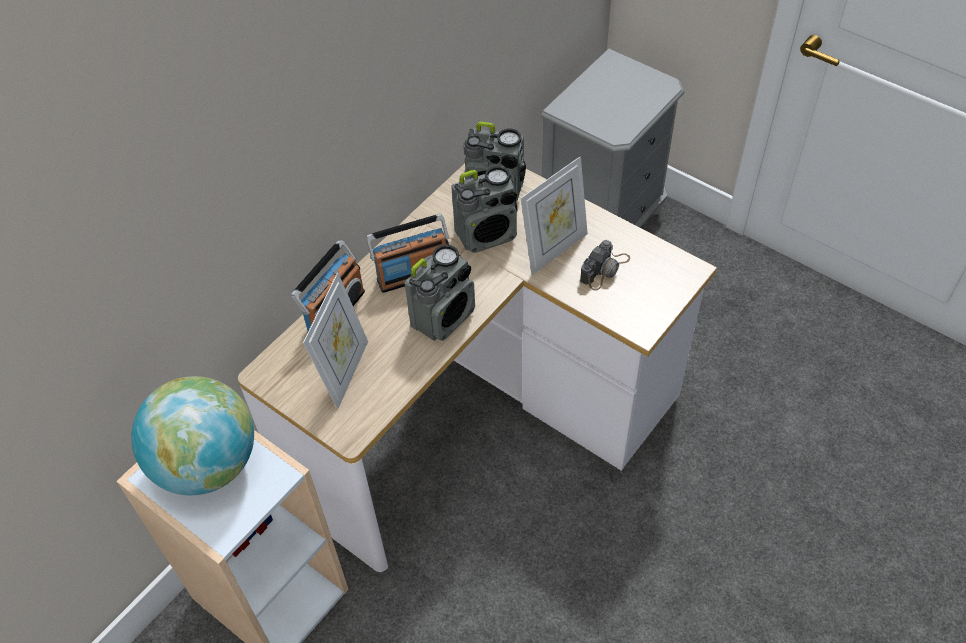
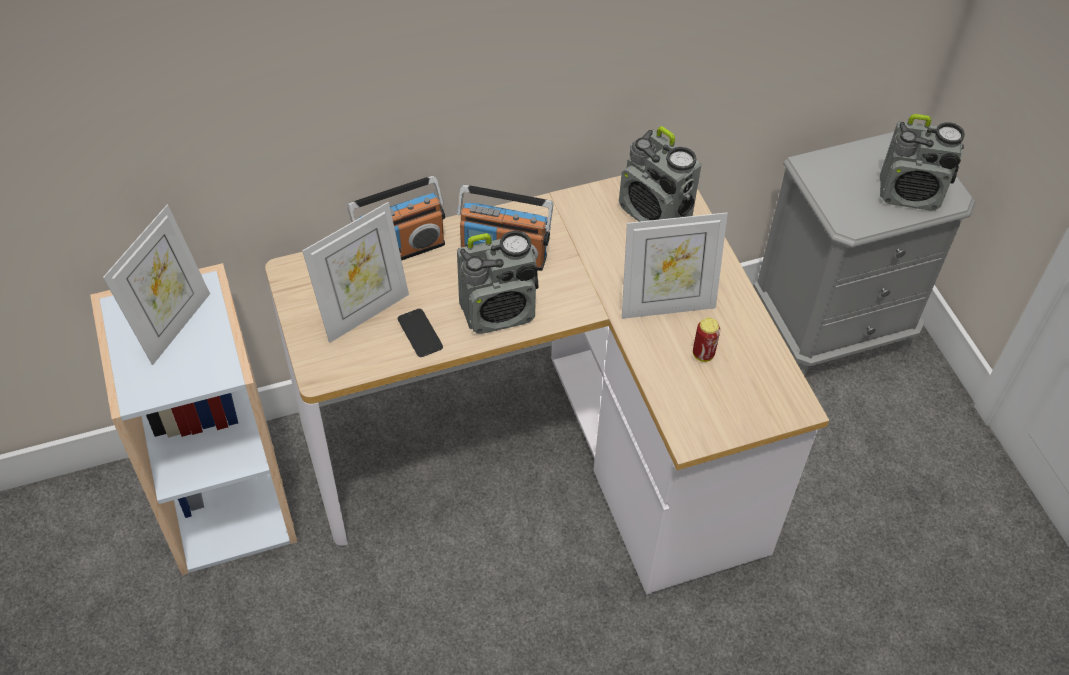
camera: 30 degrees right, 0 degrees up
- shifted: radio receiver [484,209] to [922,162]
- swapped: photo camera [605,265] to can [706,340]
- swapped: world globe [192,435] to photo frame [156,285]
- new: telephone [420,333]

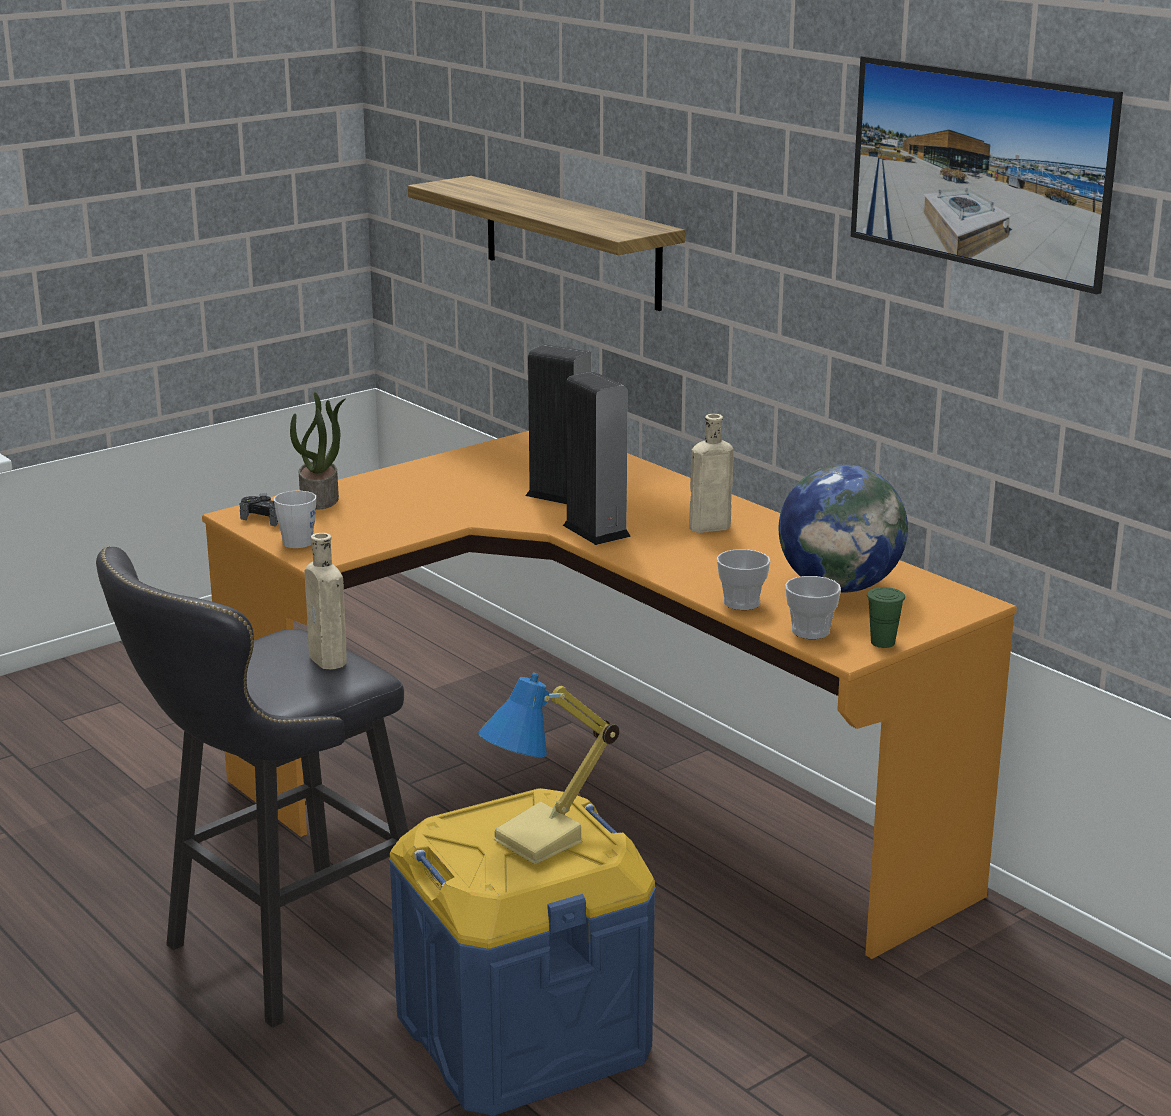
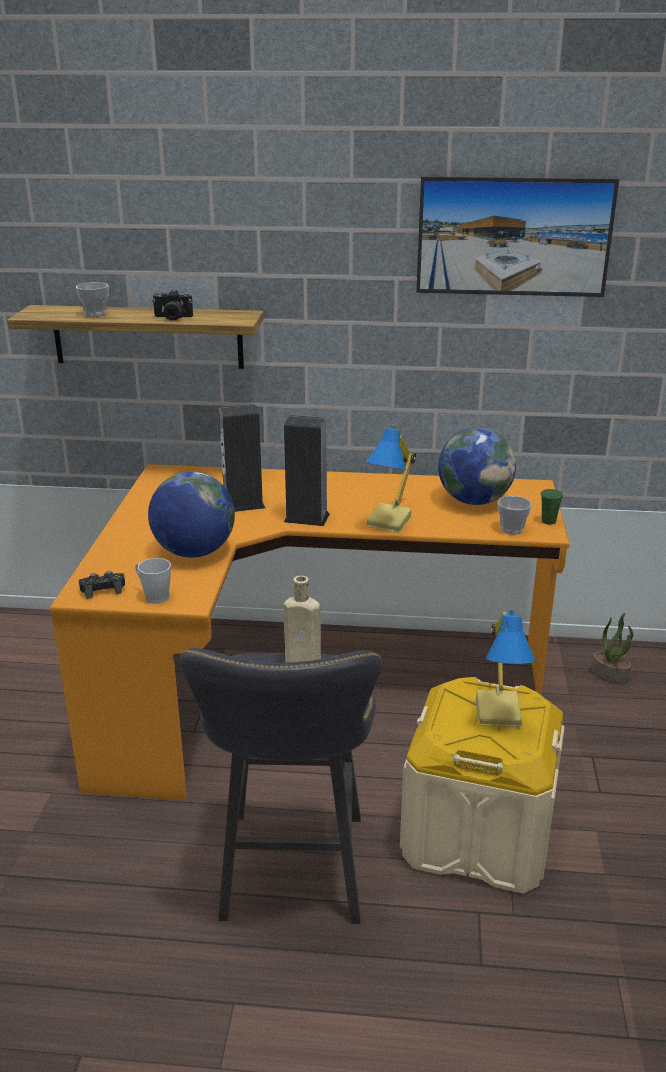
camera: 45 degrees left, 5 degrees up
- shifted: houseplant [318,450] to [612,648]
- gone: beige-coloured drink bottle [711,473]
- shifted: cup [743,579] to [92,299]
- repainted: bluish storage container [522,952] to beige-coloured storage container [482,785]
- new: photo camera [172,305]
- new: lamp for a table [391,478]
- new: world globe [191,515]

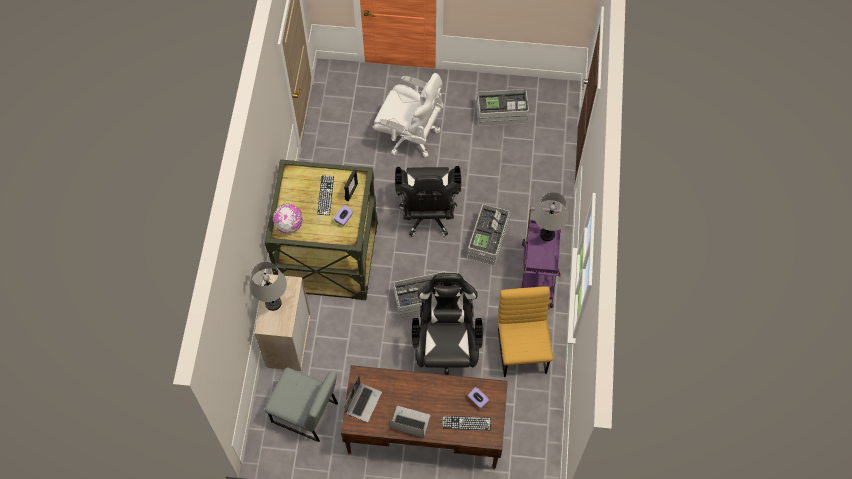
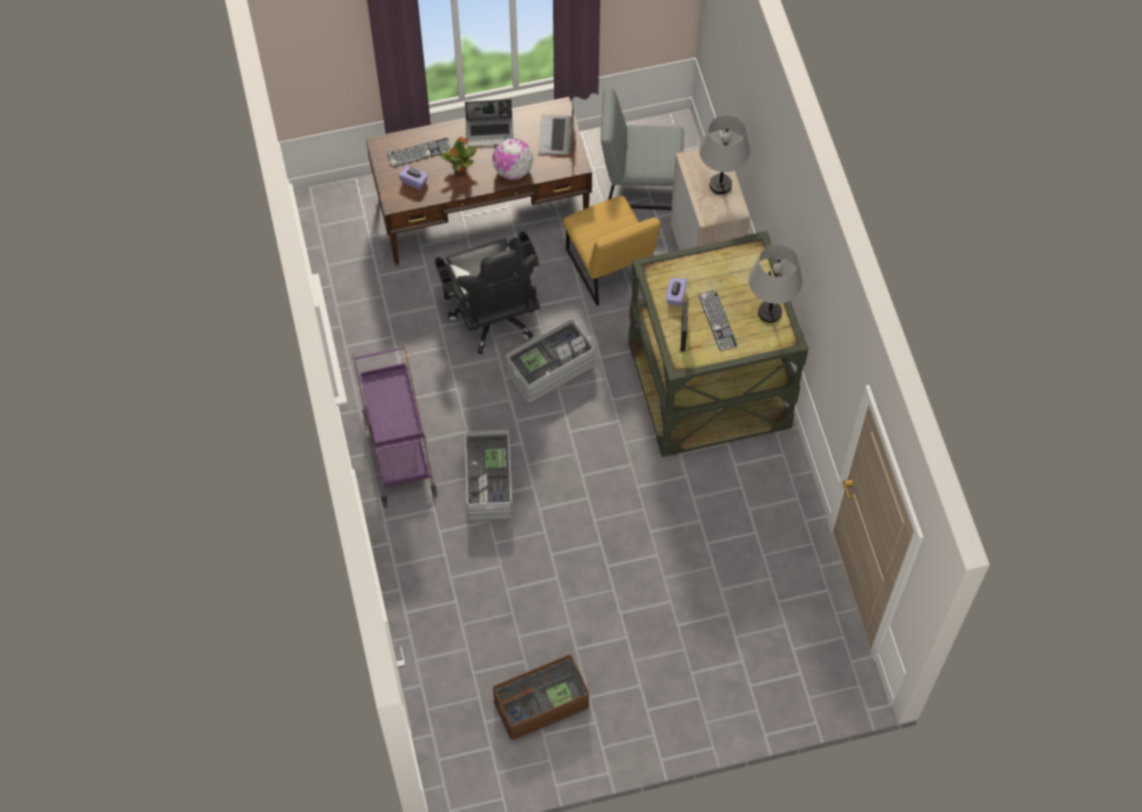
camera: 160 degrees right, 0 degrees up
- gone: white-coloured desk chair [408,115]
- repainted: greyish storage container [502,108] to brown storage container [541,697]
- gone: black desk chair [428,201]
- shifted: greyish lamp for a table [551,216] to [775,283]
- shifted: world globe [288,218] to [512,159]
- shifted: yellow-coloured plain chair [525,332] to [612,250]
- new: houseplant [458,154]

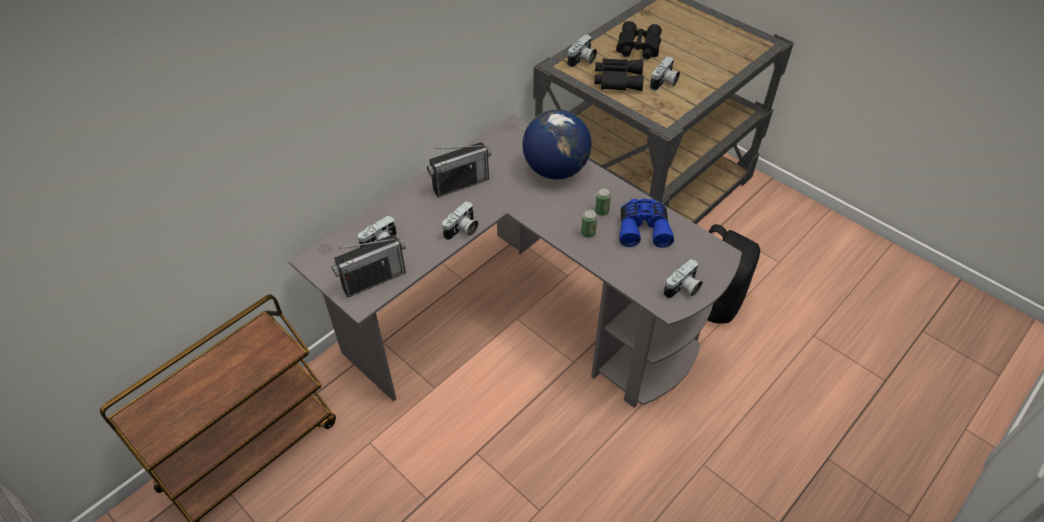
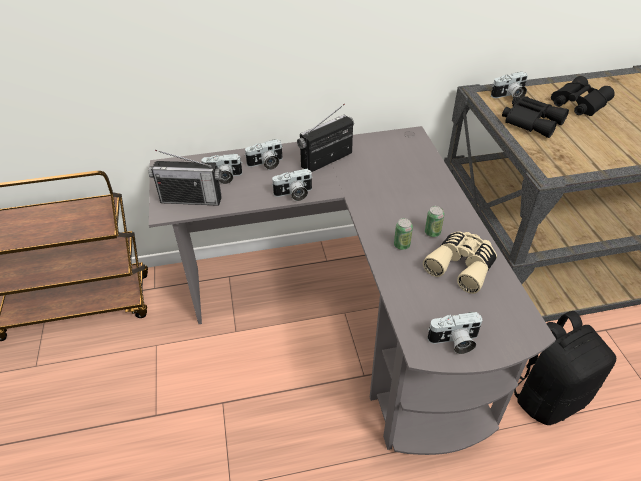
camera: 35 degrees right, 5 degrees down
- shifted: photo camera [665,73] to [263,154]
- gone: world globe [557,144]
- rotated: radio receiver [459,169] = [325,138] 135 degrees clockwise
- repainted: bluish field glasses [646,223] to beige-coloured field glasses [460,262]

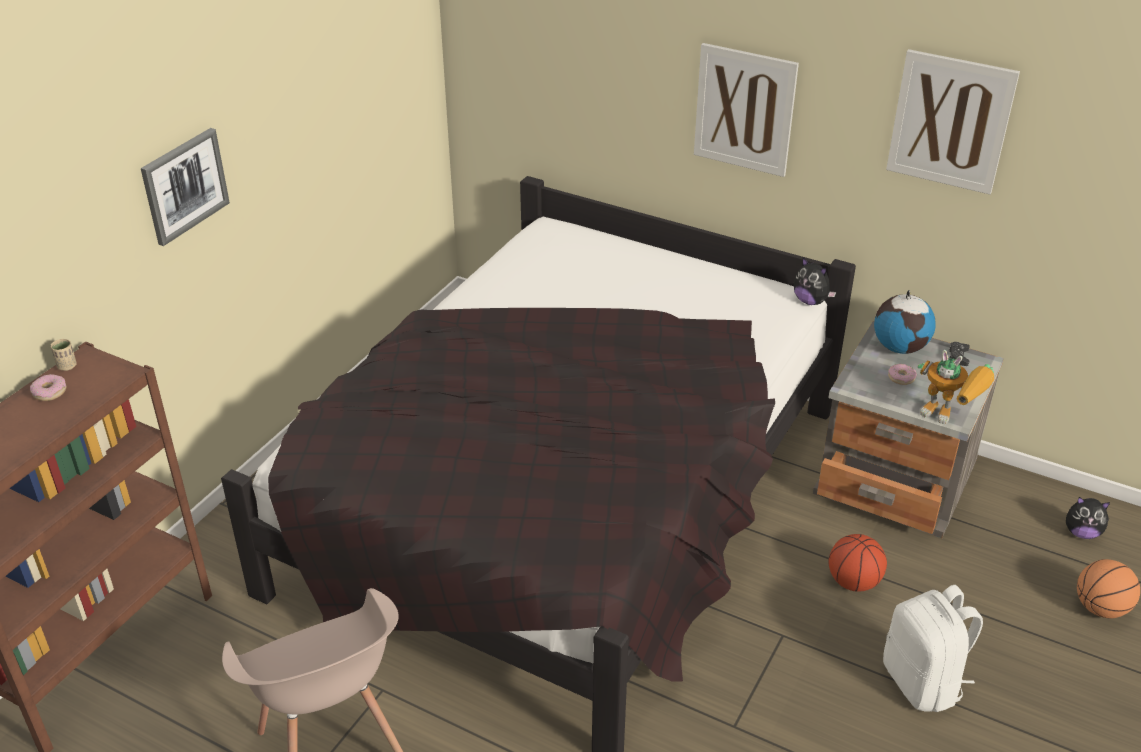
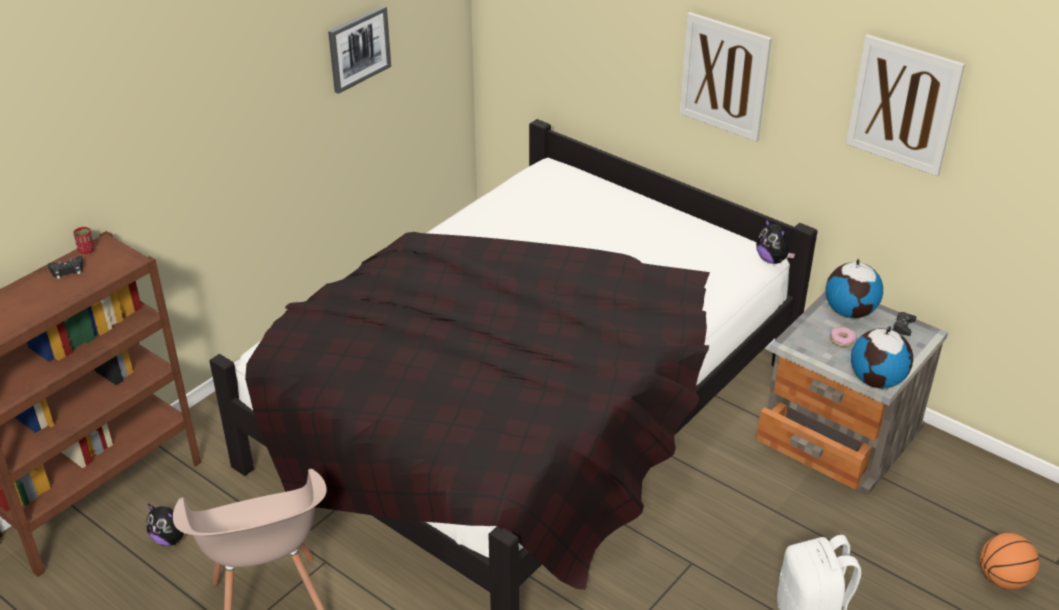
camera: 10 degrees right, 0 degrees up
- shifted: wall picture [185,187] to [359,50]
- repainted: beige-coloured cup [64,355] to reddish cup [84,240]
- swapped: toy robot [956,387] to world globe [882,357]
- swapped: ring doughnut [48,387] to black joypad [65,267]
- shifted: soft toy [1088,518] to [166,525]
- gone: basketball ball [857,563]

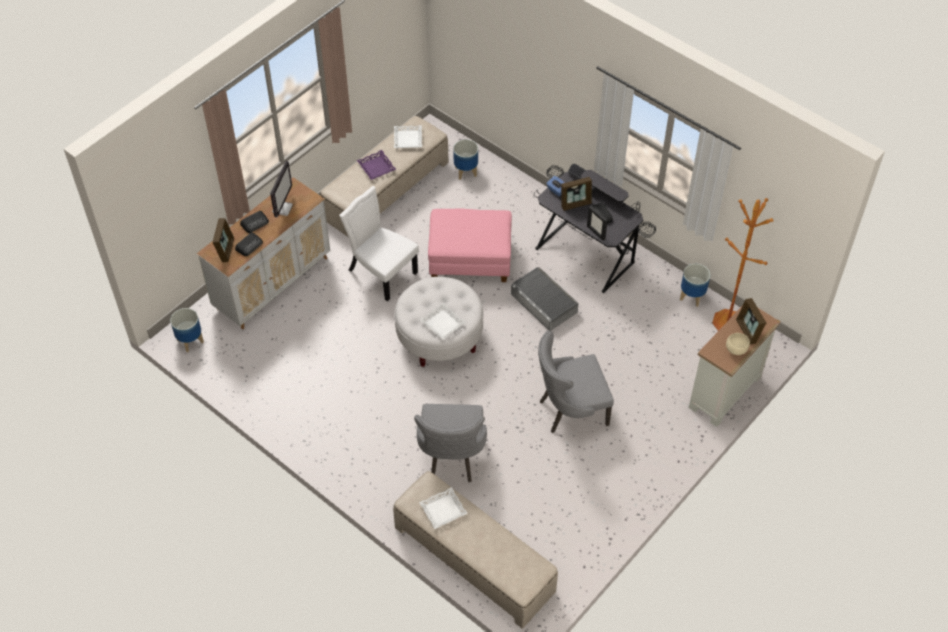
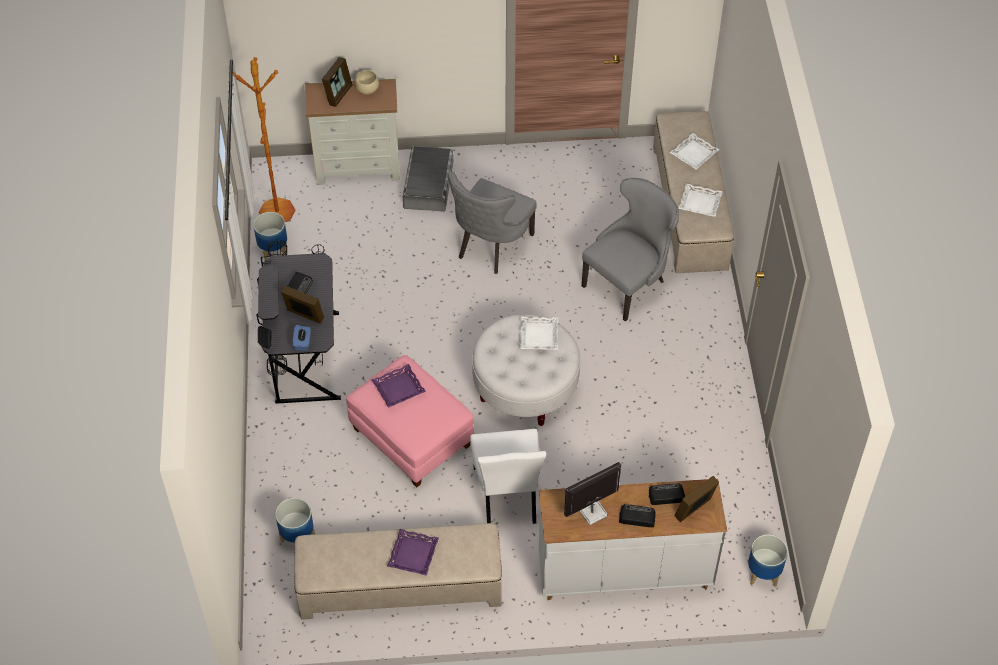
camera: 135 degrees left, 0 degrees up
- shifted: white-coloured carrying tray [408,136] to [694,151]
- gone: photo frame [597,223]
- shifted: greyish storage container [544,299] to [428,179]
- rotated: greyish plain chair [576,381] = [492,222] 90 degrees clockwise
- new: purplish carrying tray [399,386]

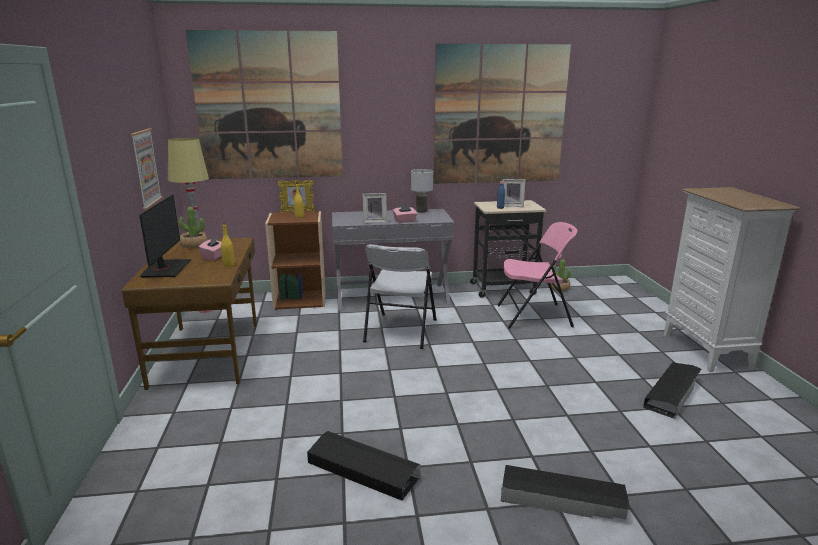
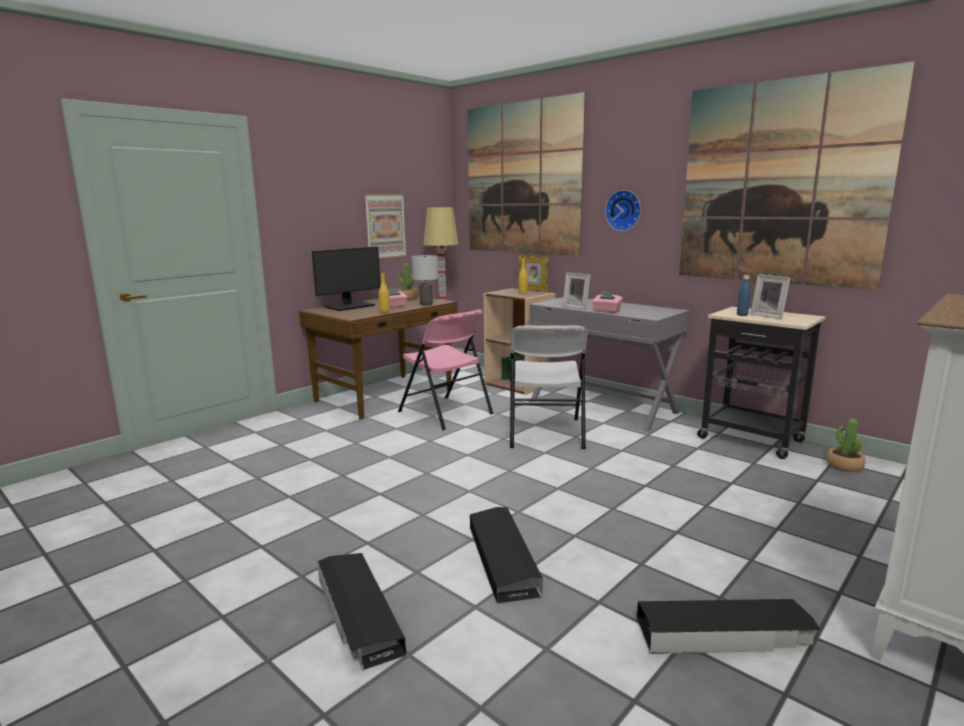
camera: 50 degrees right, 5 degrees down
- shifted: white-coloured lamp for a table [422,191] to [425,280]
- shifted: pinkish plain chair [537,275] to [445,369]
- rotated: white-coloured plain chair [400,296] = [548,387] 60 degrees counterclockwise
- shifted: black storage container [363,466] to [506,555]
- new: clock on the wall [623,210]

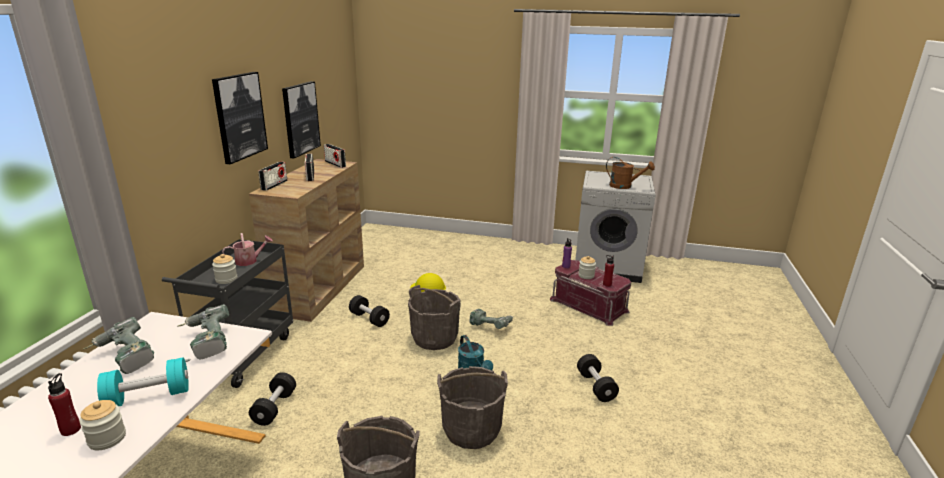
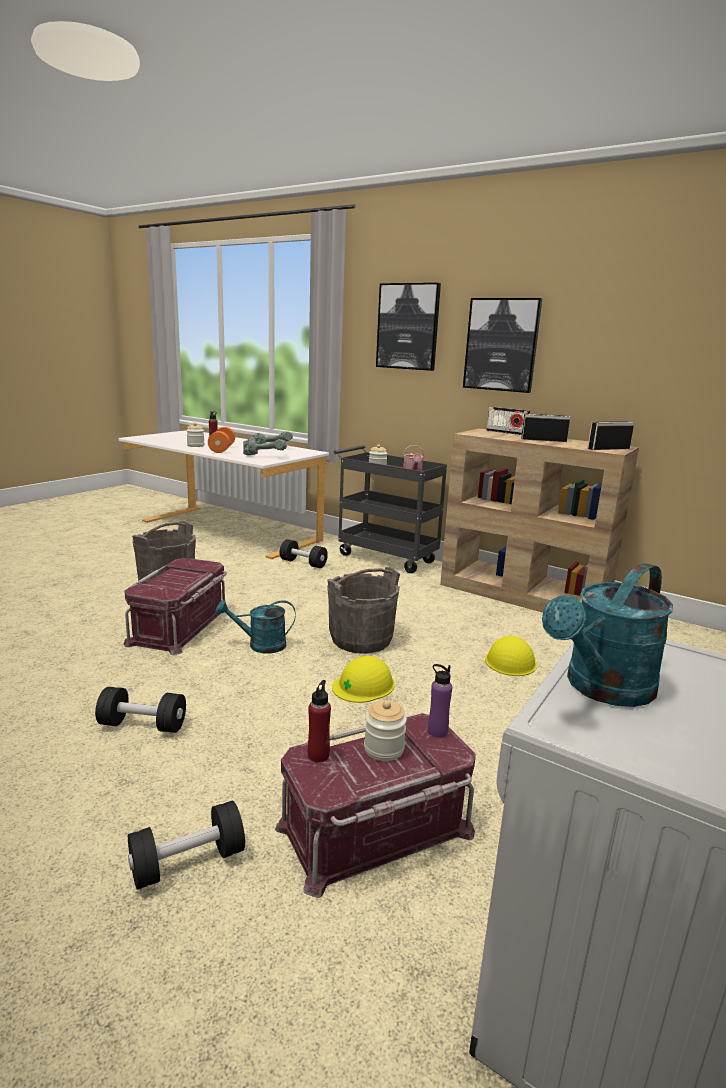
camera: 110 degrees right, 5 degrees down
- shifted: wall picture [301,119] to [408,327]
- repainted: brown sprinkling can [630,173] to blue-green sprinkling can [607,635]
- shifted: black hand weight [369,311] to [186,845]
- swapped: power drill [491,319] to yellow-coloured hard hat [363,679]
- repainted: blue-green hand weight [143,381] to orange-coloured hand weight [221,440]
- swapped: greyish pail [472,407] to reddish storage container [176,606]

